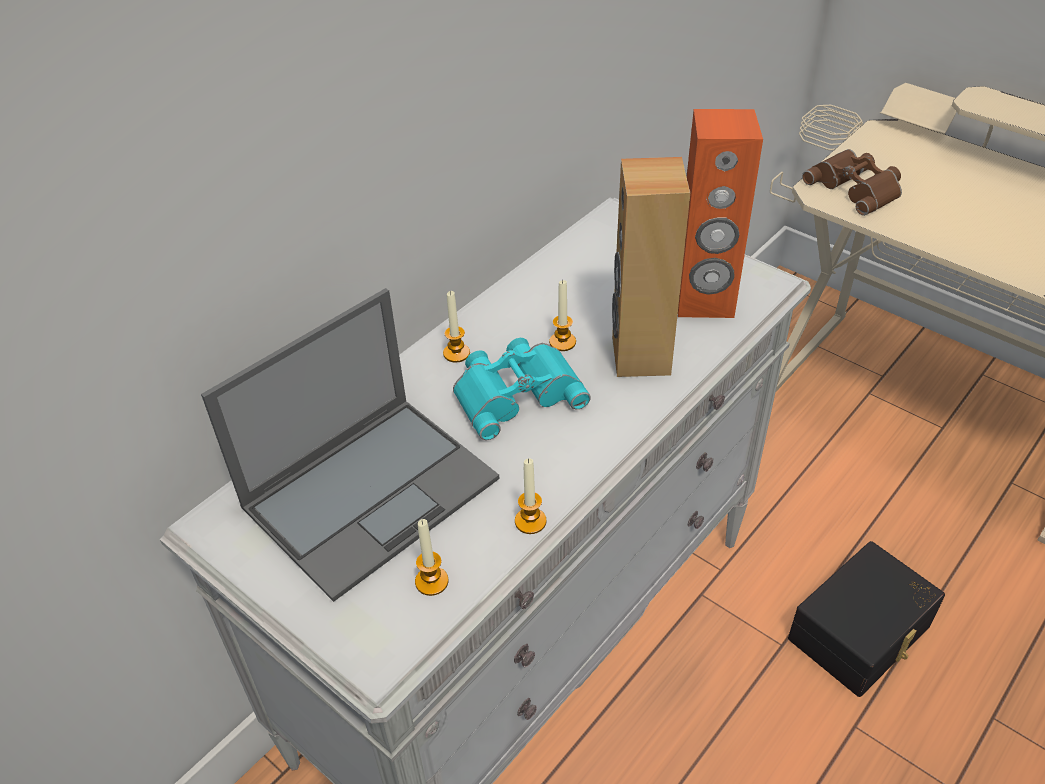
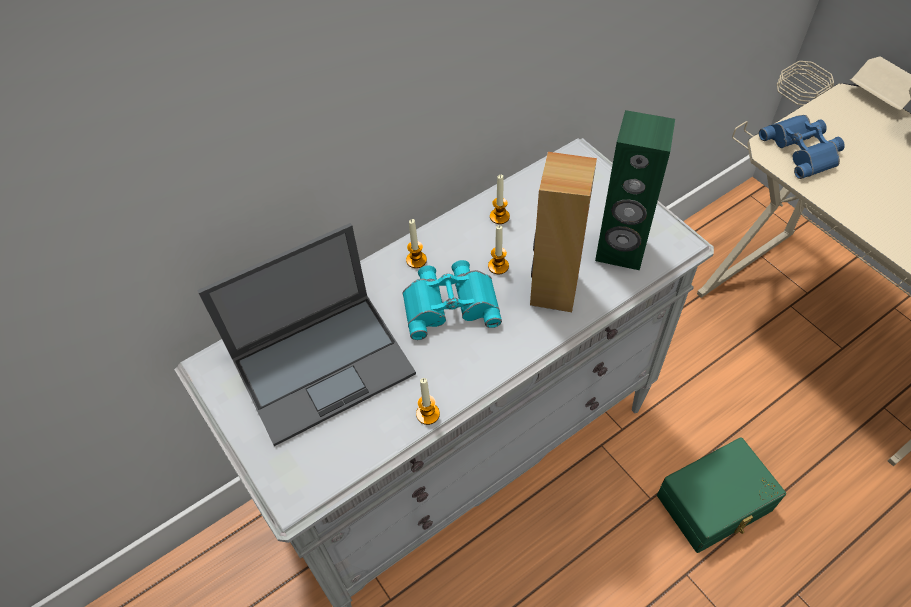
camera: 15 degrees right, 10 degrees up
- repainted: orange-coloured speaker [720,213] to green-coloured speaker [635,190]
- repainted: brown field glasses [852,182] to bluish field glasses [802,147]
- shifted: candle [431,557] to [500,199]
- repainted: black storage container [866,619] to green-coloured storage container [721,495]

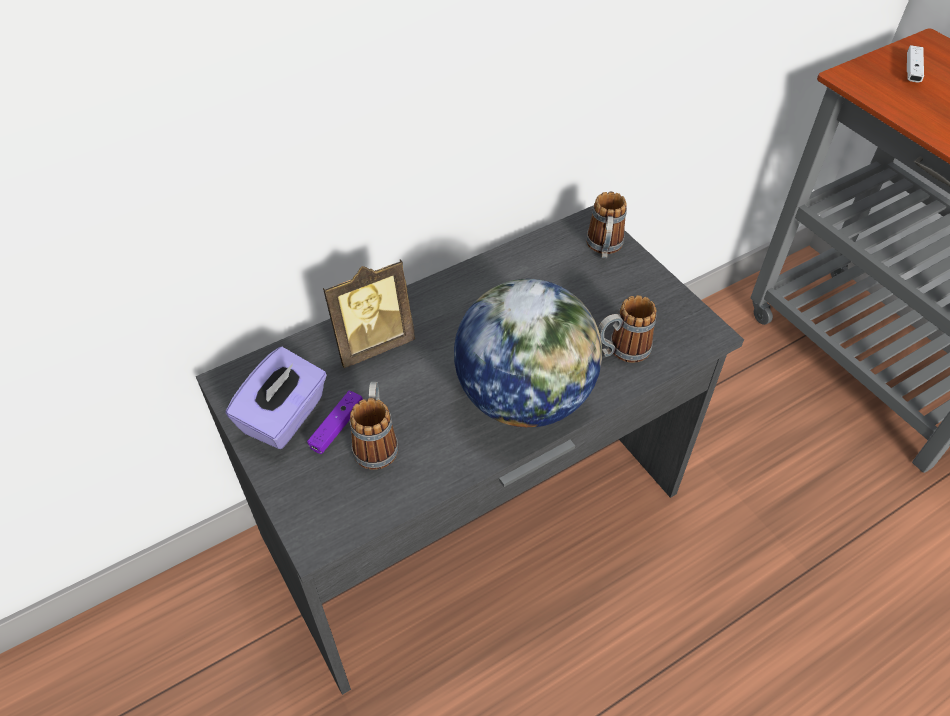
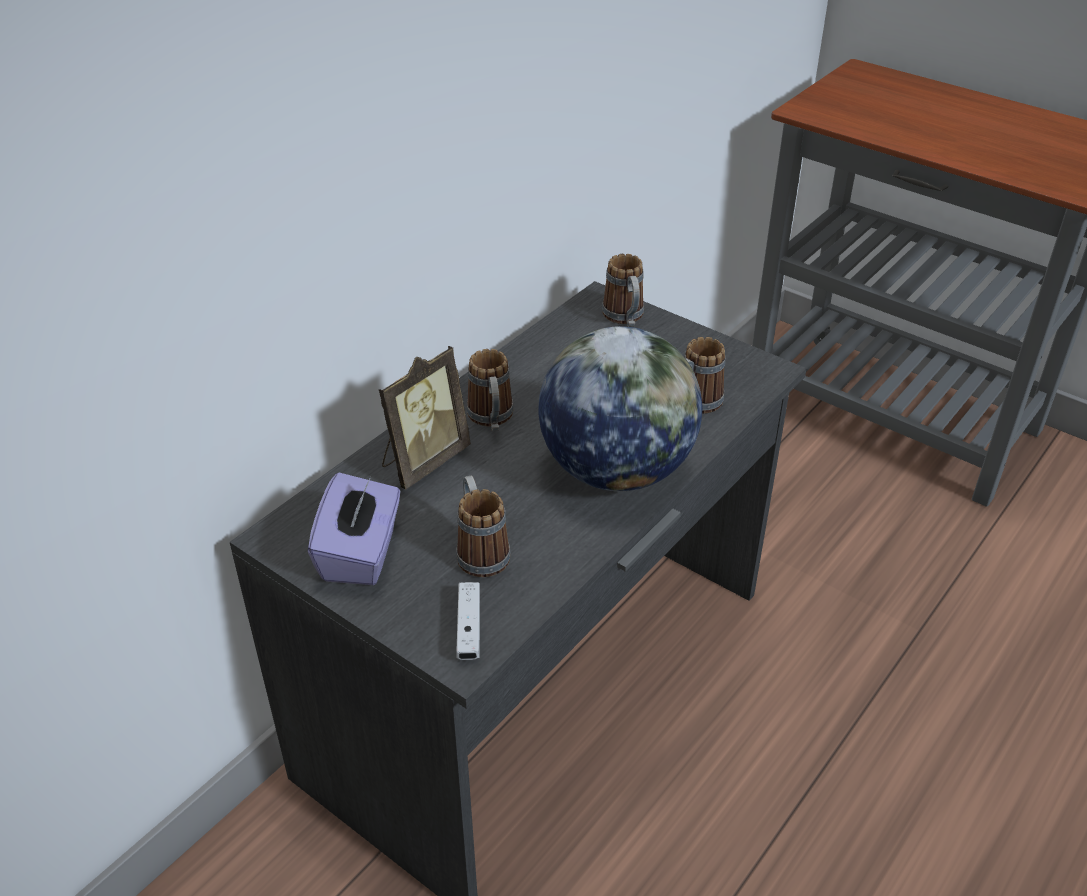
camera: 20 degrees left, 10 degrees down
- shifted: white-coloured joypad [915,63] to [468,621]
- gone: purplish joypad [335,422]
- new: mug [490,390]

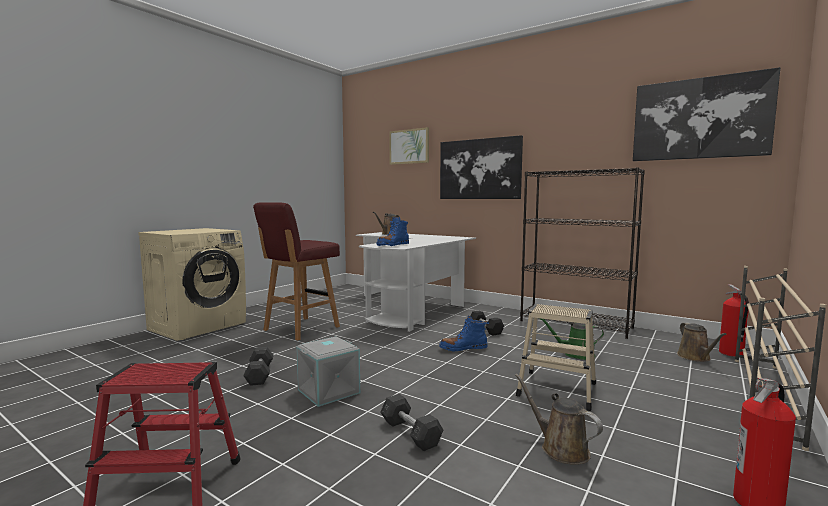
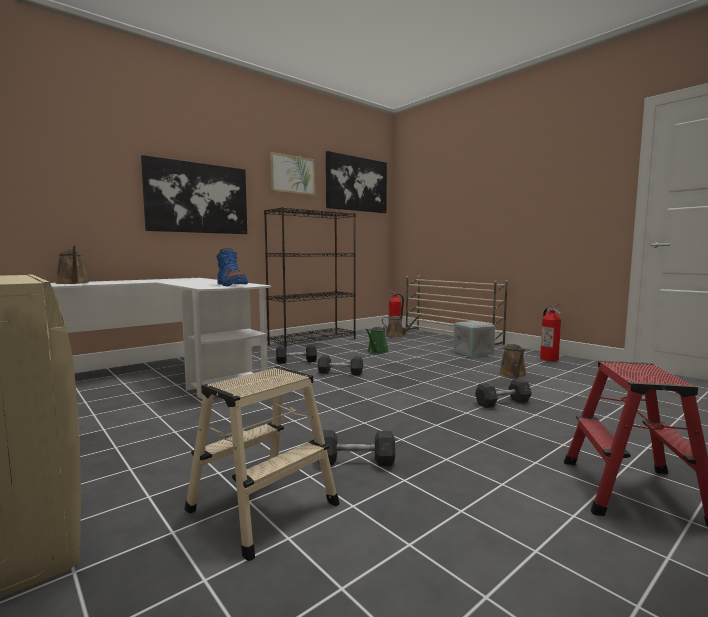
camera: 75 degrees left, 0 degrees up
- shifted: wall picture [409,146] to [292,174]
- gone: reddish stool seat [296,271]
- shifted: beige-coloured step stool [556,357] to [262,463]
- swapped: bluish tall boot [464,334] to greyish hand weight [340,365]
- shifted: greyish storage container [328,371] to [474,339]
- rotated: brown sprinkling can [559,419] = [513,361] 60 degrees counterclockwise

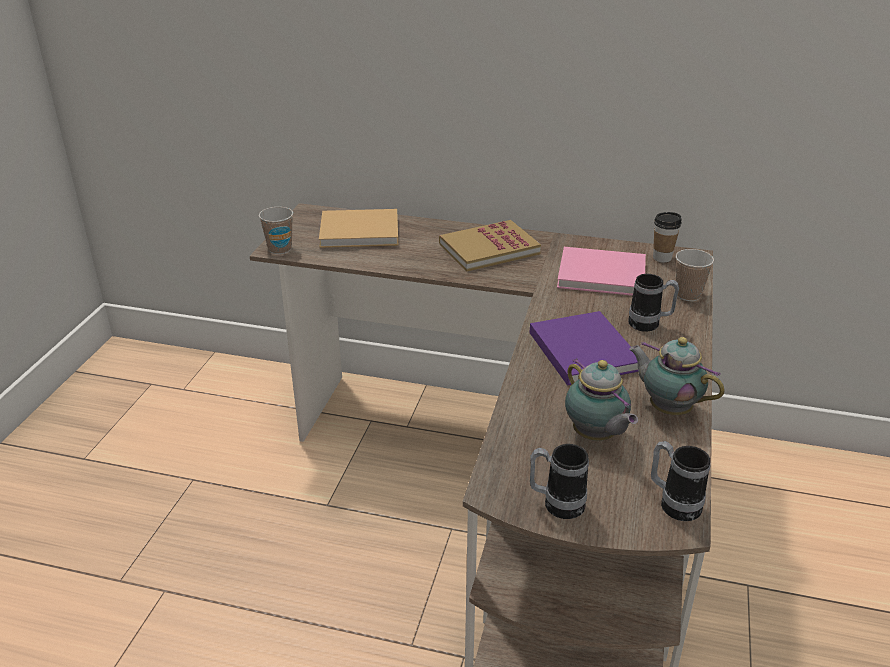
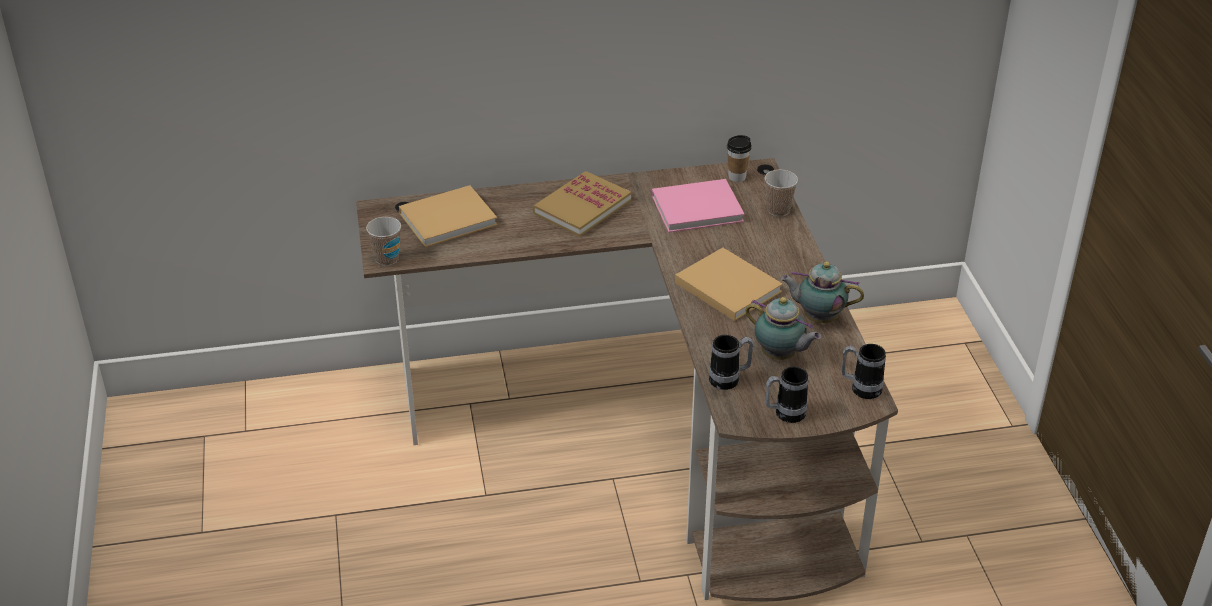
camera: 25 degrees left, 5 degrees up
- shifted: mug [653,303] to [731,362]
- repainted: purplish volume [583,348] to beige-coloured volume [729,284]

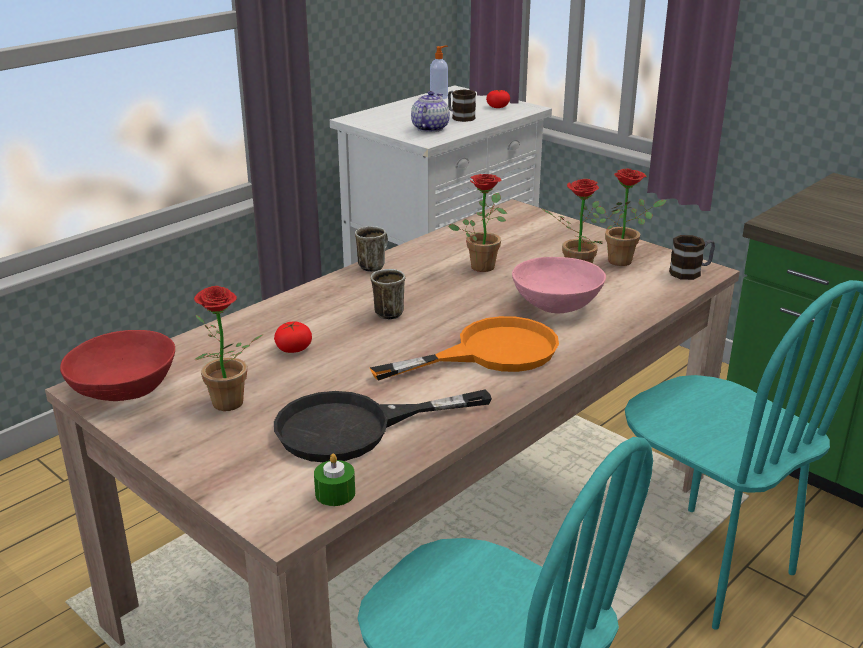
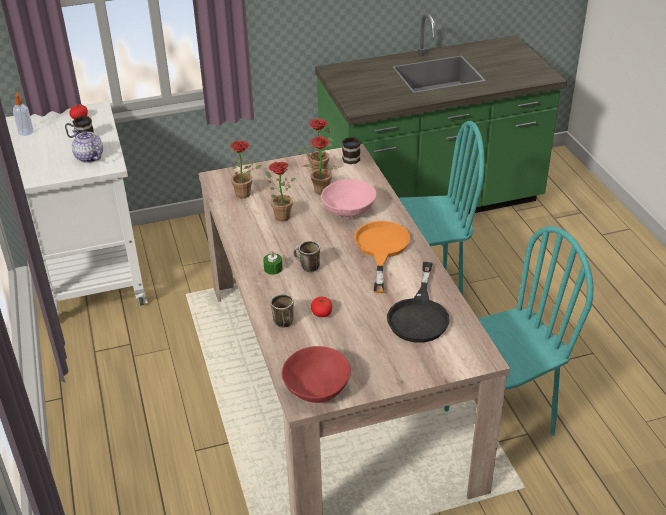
camera: 60 degrees left, 10 degrees up
- shifted: mug [371,249] to [282,311]
- shifted: houseplant [228,348] to [244,169]
- shifted: green-coloured candle [334,480] to [273,263]

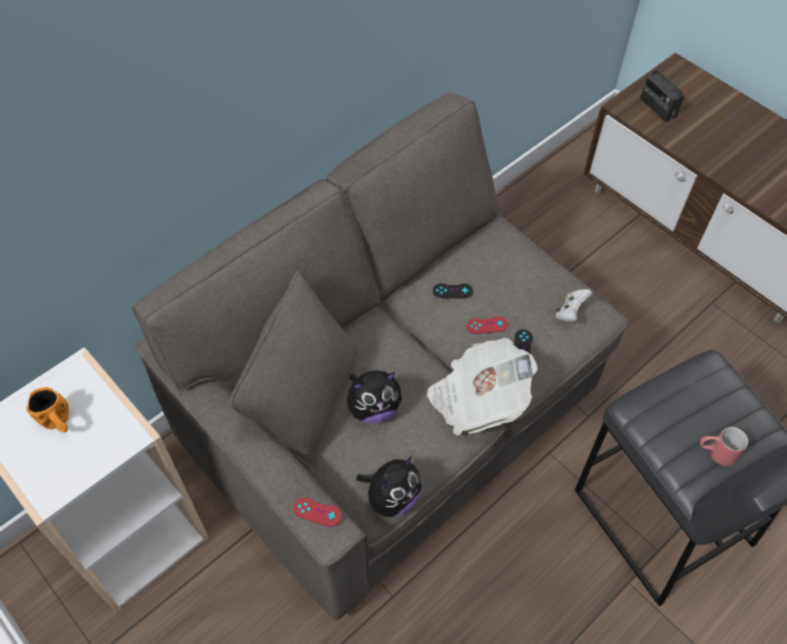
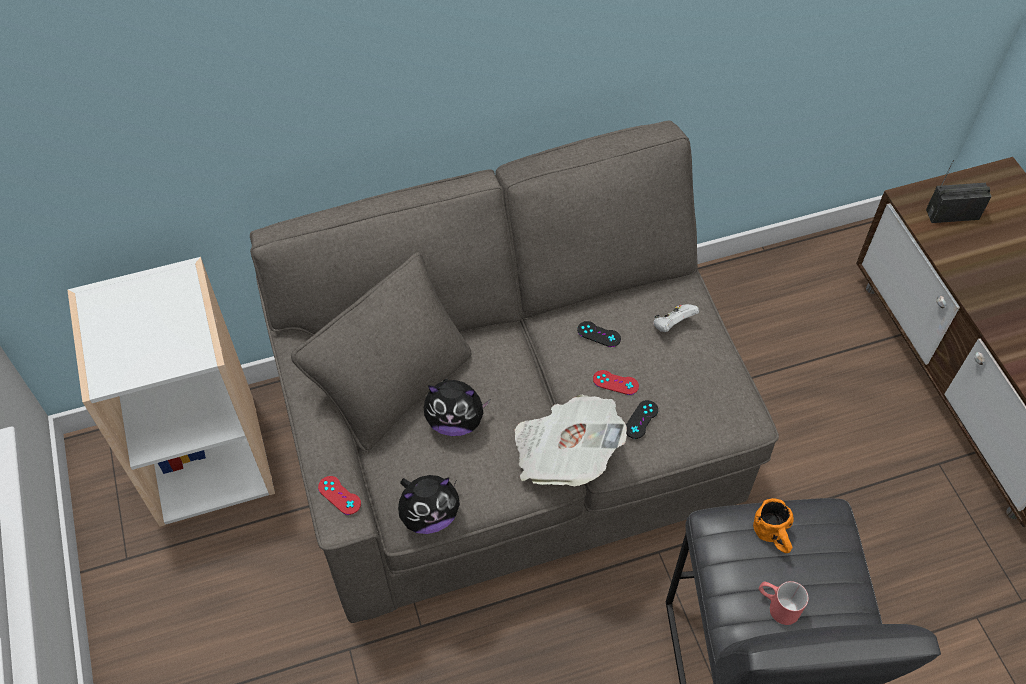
camera: 25 degrees right, 0 degrees up
- rotated: radio receiver [662,96] = [959,191] 90 degrees clockwise
- shifted: white-coloured joypad [573,305] to [676,318]
- shifted: orange-coloured mug [47,410] to [773,525]

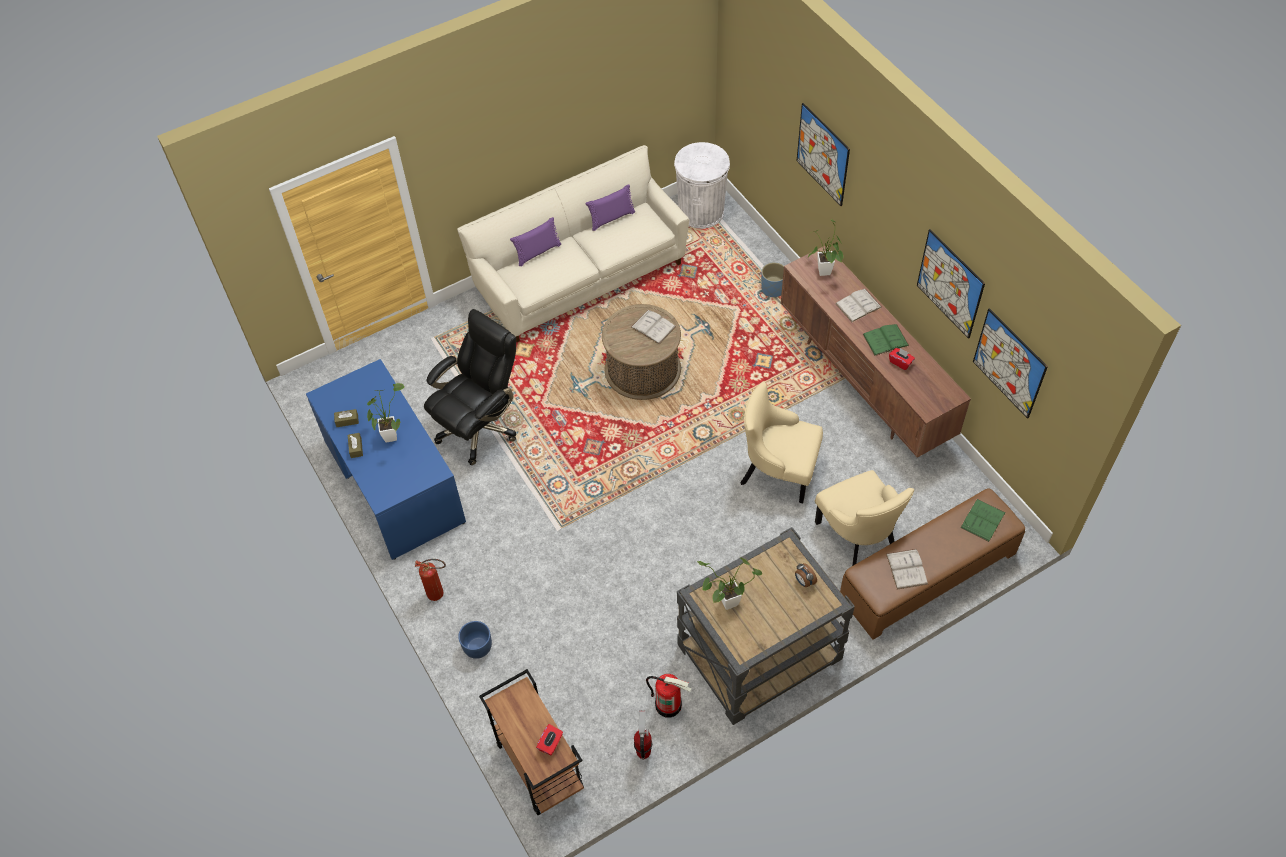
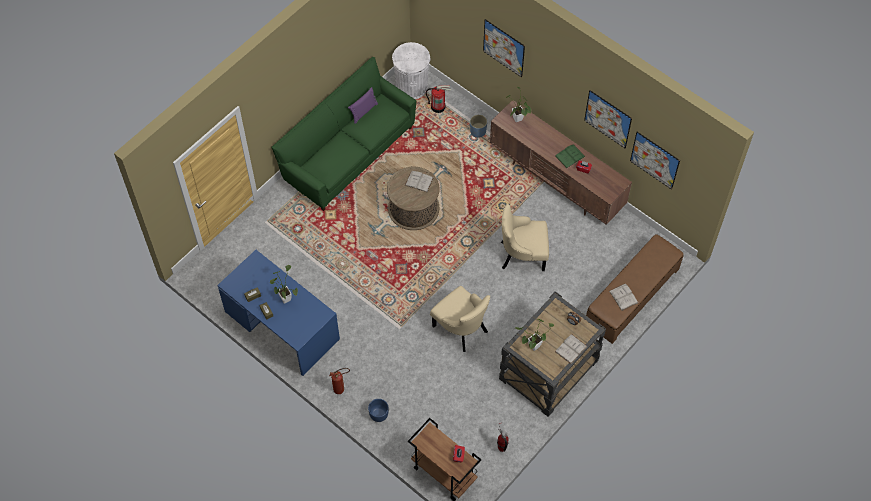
camera: 20 degrees left, 5 degrees up
- repainted: beige-coloured couch [573,244] to green-coloured couch [344,134]
- gone: purplish cushion [535,241]
- shifted: white-coloured volume [858,305] to [571,349]
- gone: black desk chair [470,387]
- shifted: beige-coloured plain chair [864,518] to [460,319]
- gone: green-coloured volume [982,520]
- shifted: fire-fighting cylinder [668,695] to [438,99]

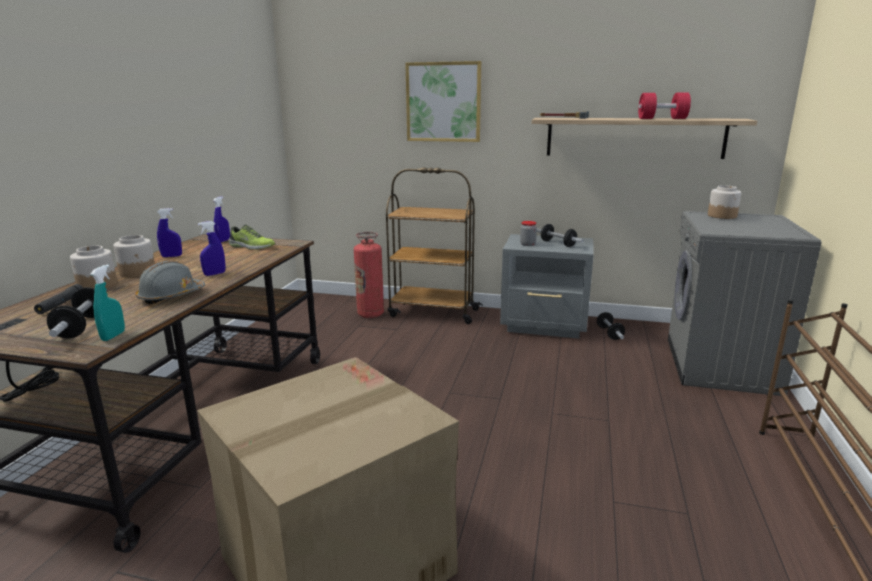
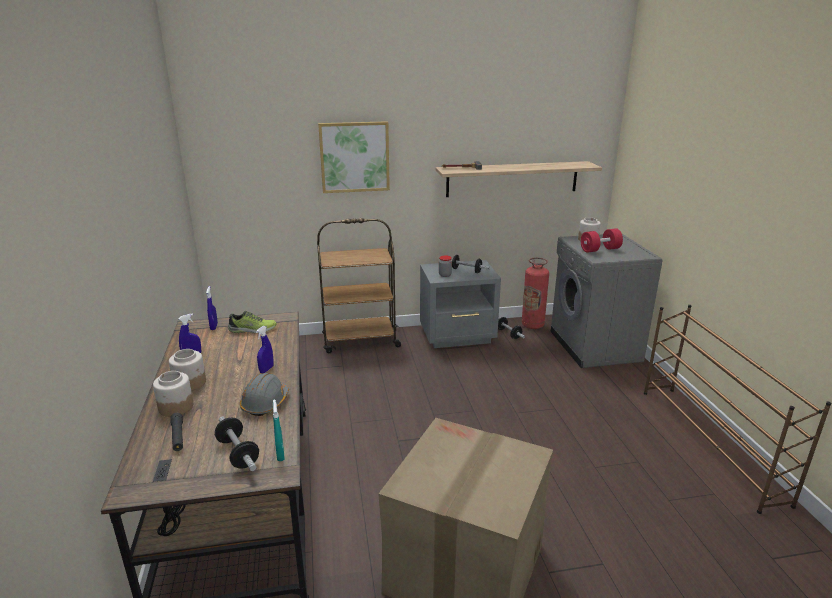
camera: 25 degrees left, 5 degrees up
- shifted: reddish hand weight [664,106] to [602,240]
- shifted: fire-fighting cylinder [369,275] to [535,293]

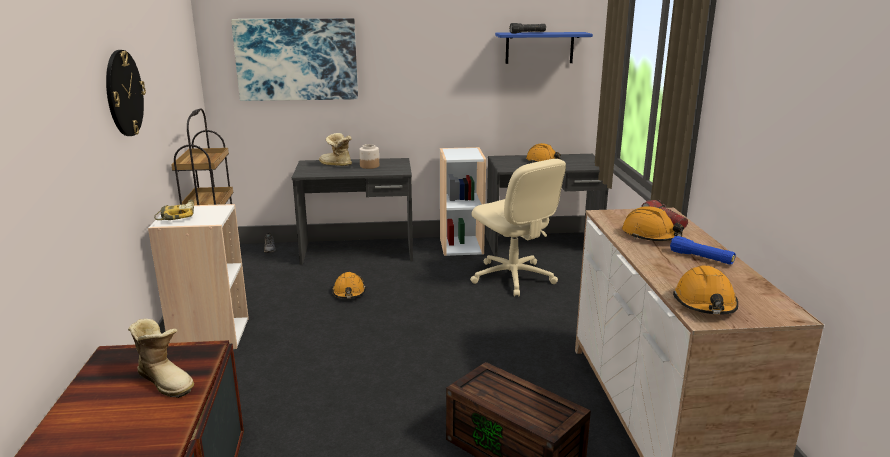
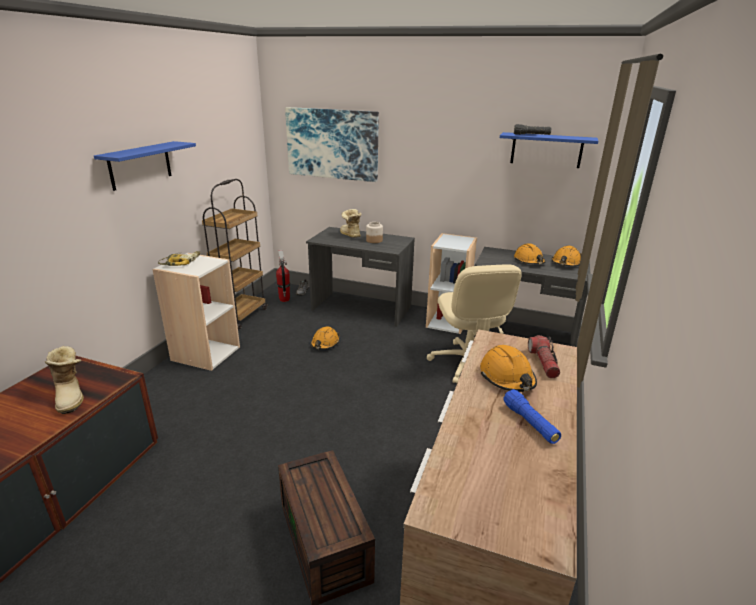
camera: 25 degrees right, 5 degrees up
- swapped: clock on the wall [126,93] to bluish bracket shelf [145,166]
- shifted: orange-coloured hard hat [705,289] to [566,256]
- new: fire-fighting cylinder [283,276]

